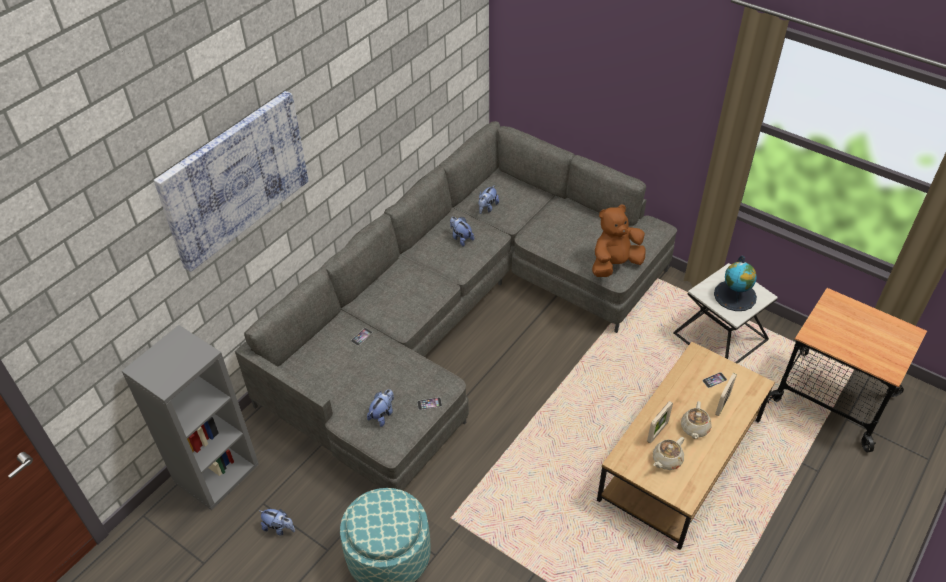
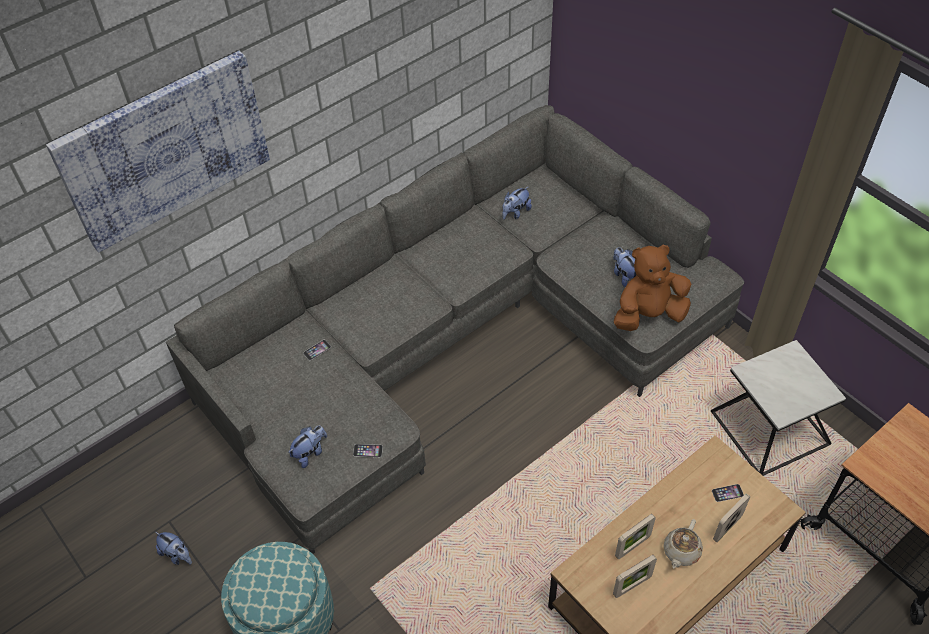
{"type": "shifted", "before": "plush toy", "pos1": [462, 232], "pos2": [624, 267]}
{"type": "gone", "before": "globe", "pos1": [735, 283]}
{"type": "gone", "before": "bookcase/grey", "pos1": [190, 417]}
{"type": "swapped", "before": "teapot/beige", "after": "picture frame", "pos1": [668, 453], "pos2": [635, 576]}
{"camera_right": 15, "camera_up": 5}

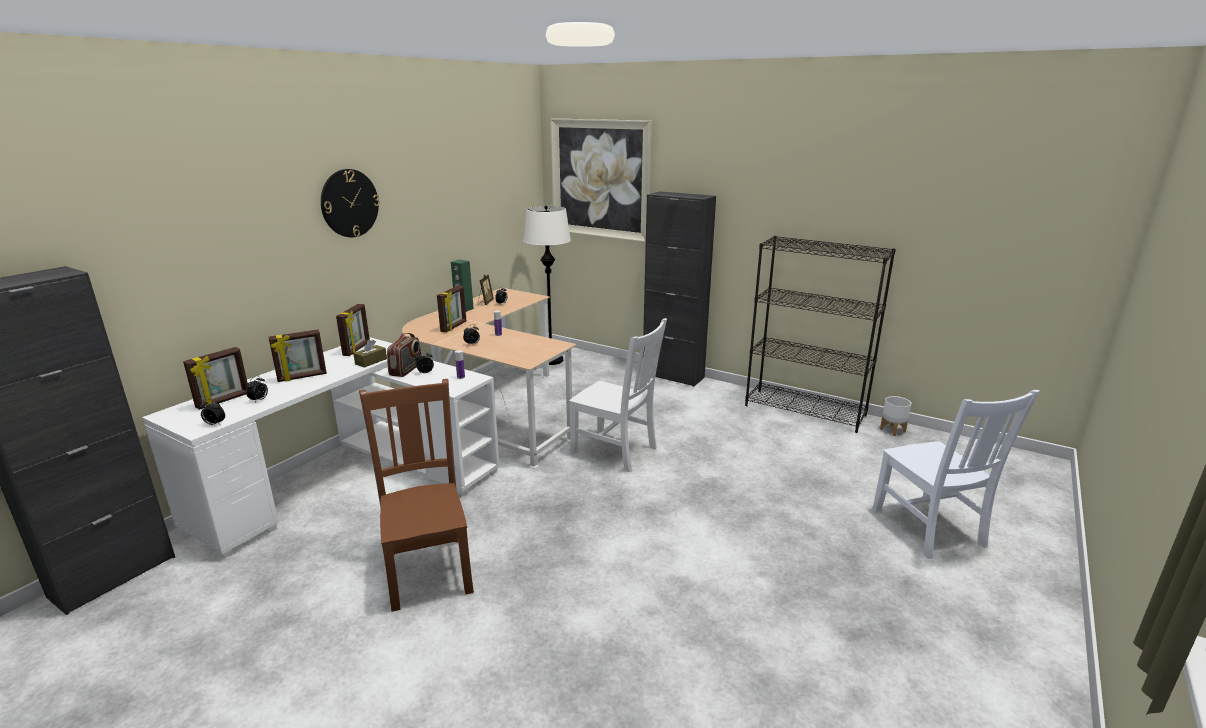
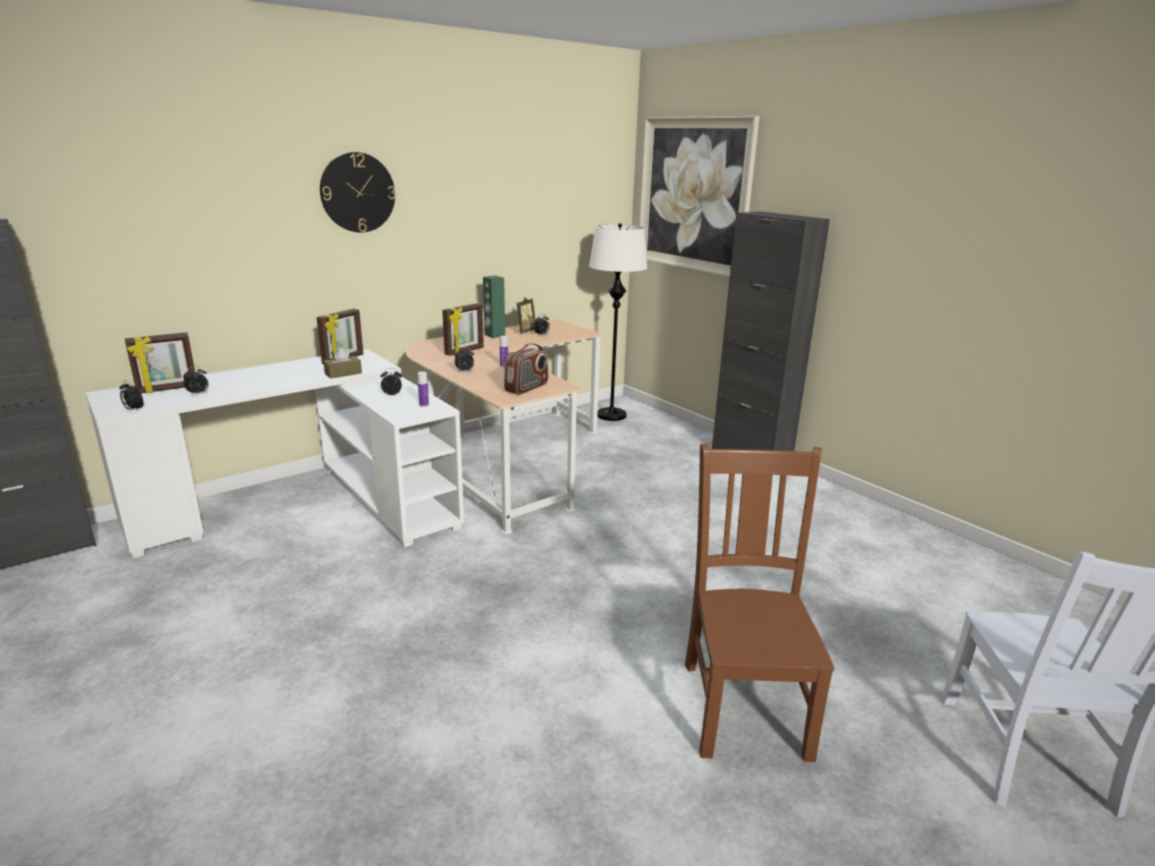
{"type": "gone", "before": "bookcase/black", "pos1": [820, 334]}
{"type": "gone", "before": "chair/white", "pos1": [618, 395]}
{"type": "gone", "before": "picture frame", "pos1": [298, 356]}
{"type": "shifted", "before": "radio", "pos1": [404, 355], "pos2": [526, 369]}
{"type": "shifted", "before": "chair/brown", "pos1": [416, 495], "pos2": [760, 602]}
{"type": "gone", "before": "planter/white", "pos1": [895, 416]}
{"camera_right": 20, "camera_up": 0}

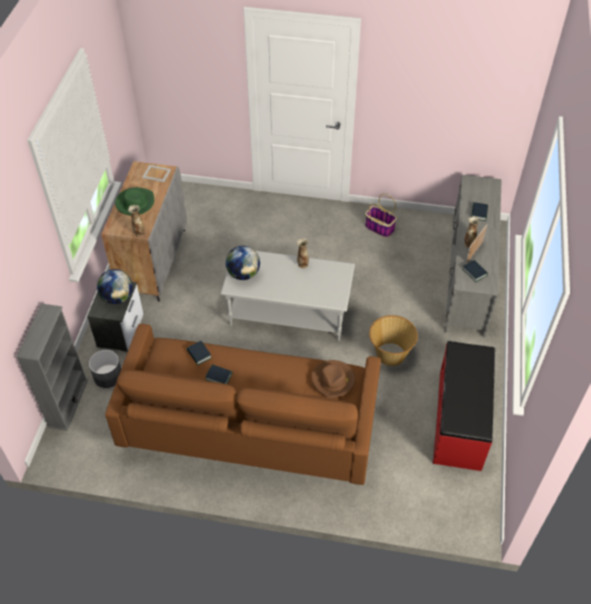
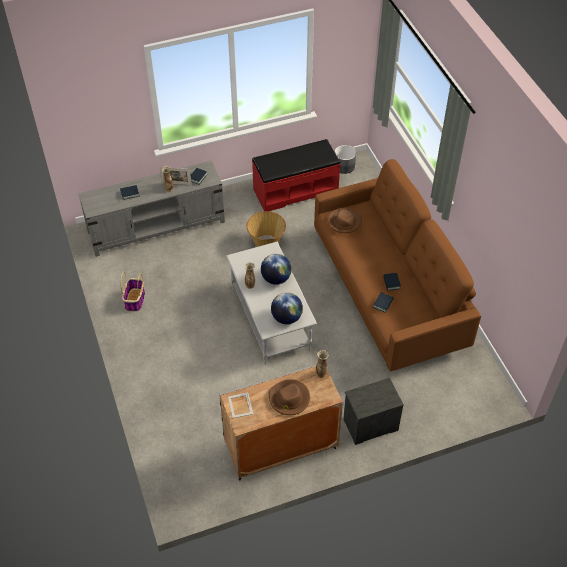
{"type": "repainted", "before": "hat/green", "after": "hat/brown", "pos1": [134, 201], "pos2": [289, 397]}
{"type": "shifted", "before": "globe", "pos1": [115, 286], "pos2": [276, 269]}
{"type": "gone", "before": "bookcase/grey", "pos1": [52, 367]}
{"type": "shifted", "before": "planter/grey", "pos1": [105, 369], "pos2": [345, 159]}
{"camera_right": -120, "camera_up": 0}

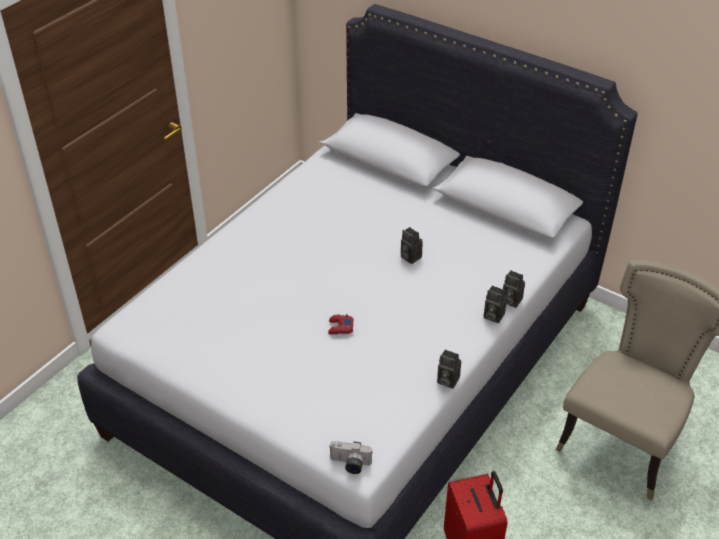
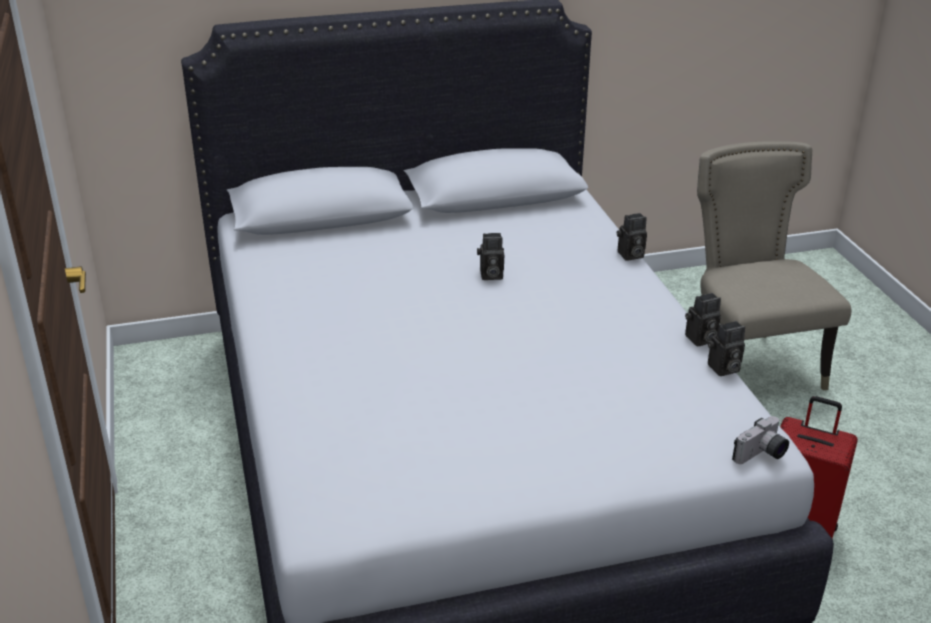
{"type": "shifted", "before": "photo camera", "pos1": [495, 304], "pos2": [726, 348]}
{"type": "gone", "before": "game controller/red", "pos1": [341, 324]}
{"camera_right": -50, "camera_up": -10}

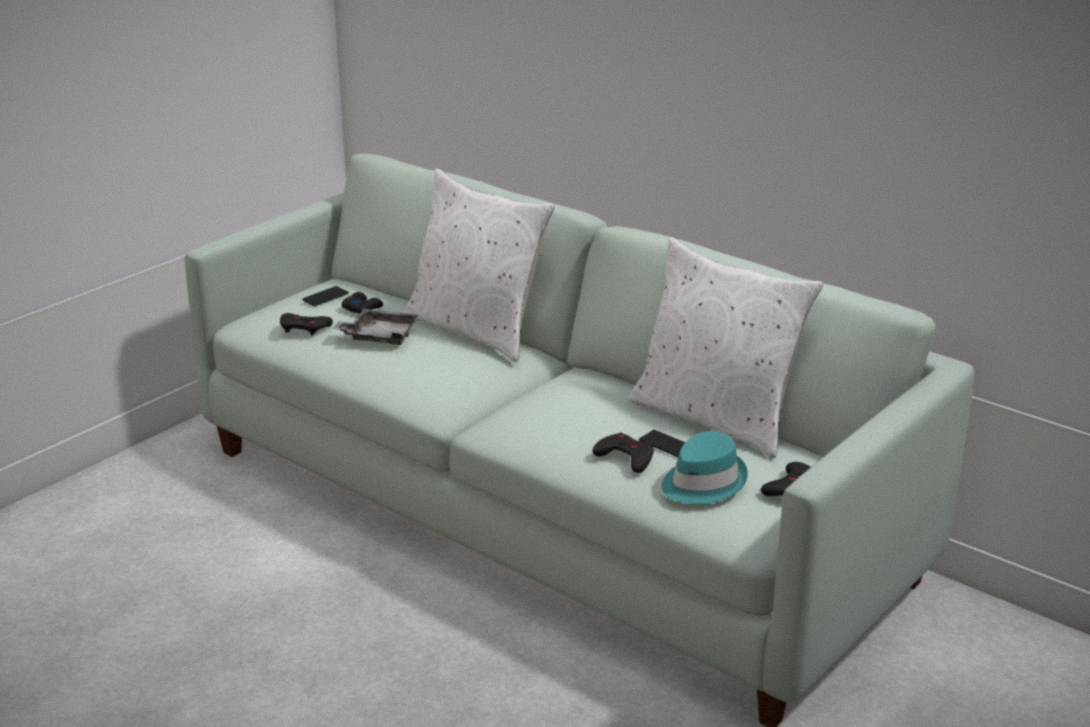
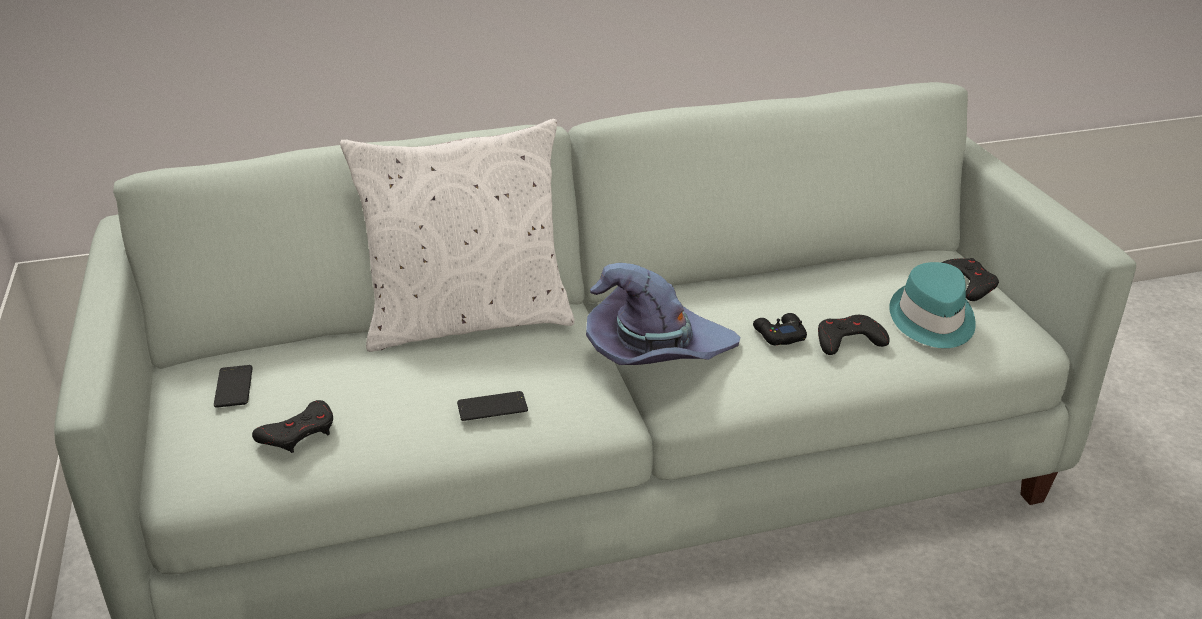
{"type": "gone", "before": "pillow/white", "pos1": [726, 347]}
{"type": "shifted", "before": "game controller/black", "pos1": [362, 303], "pos2": [780, 329]}
{"type": "gone", "before": "tray/grey", "pos1": [375, 327]}
{"type": "shifted", "before": "phone", "pos1": [662, 443], "pos2": [492, 406]}
{"type": "new", "after": "hat/purple", "pos2": [663, 314]}
{"camera_right": -55, "camera_up": 5}

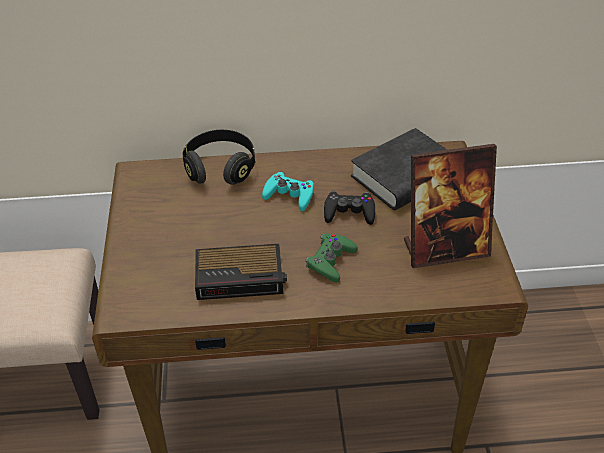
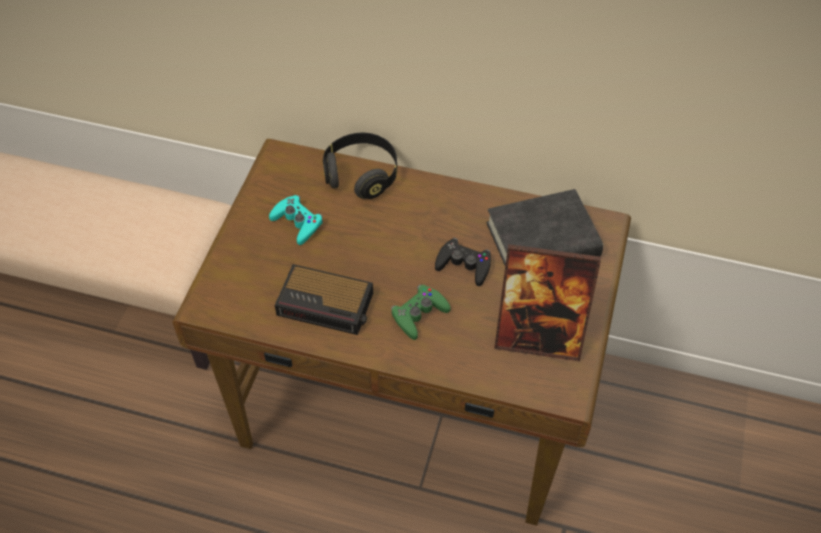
{"type": "shifted", "before": "game controller/turquoise", "pos1": [288, 191], "pos2": [296, 220]}
{"camera_right": 20, "camera_up": 10}

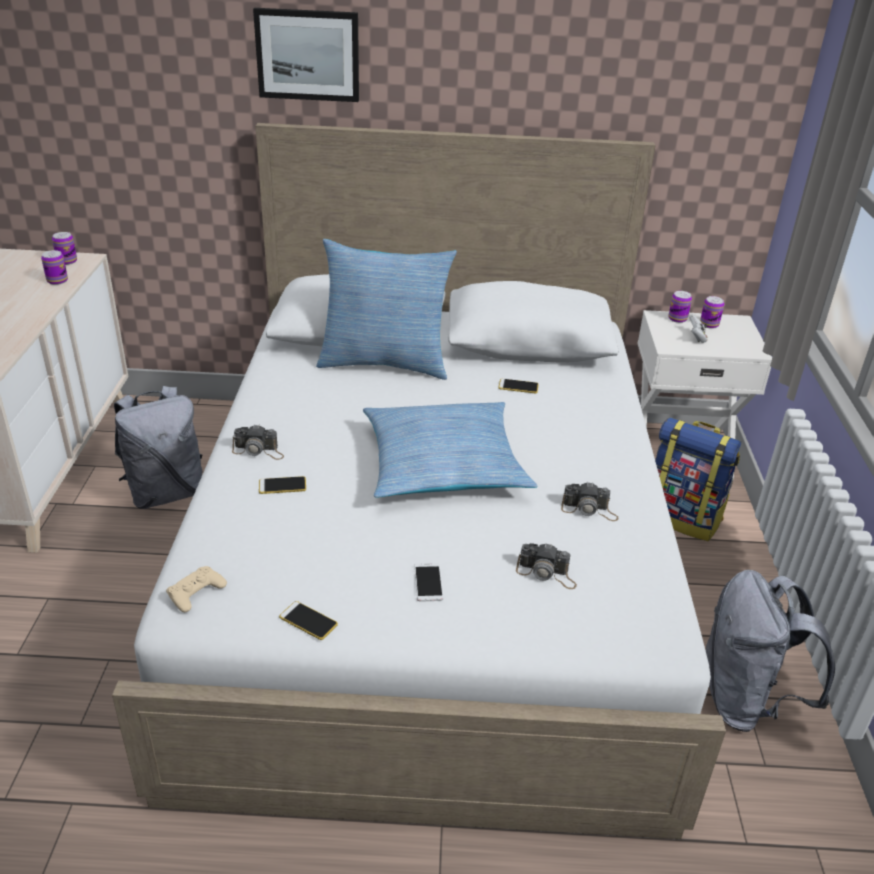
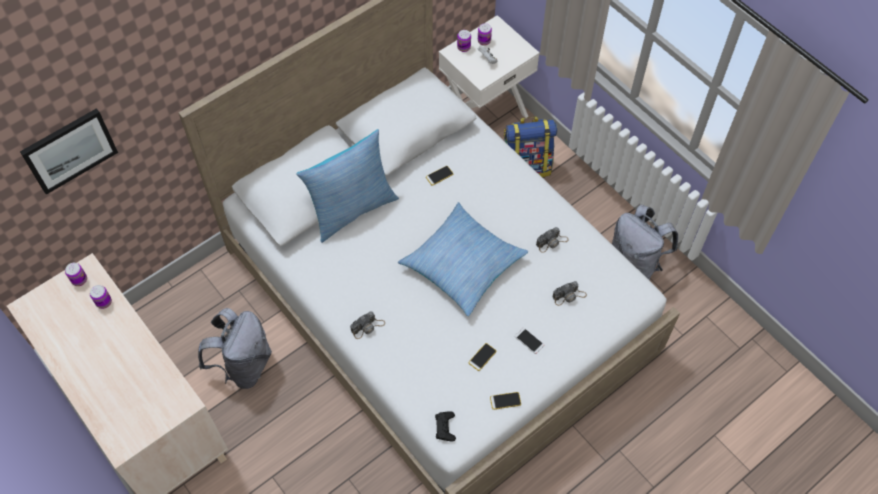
{"type": "shifted", "before": "picture", "pos1": [306, 55], "pos2": [69, 151]}
{"type": "shifted", "before": "phone", "pos1": [282, 485], "pos2": [482, 357]}
{"type": "repainted", "before": "game controller/beige", "after": "game controller/black", "pos1": [196, 589], "pos2": [445, 426]}
{"camera_right": -40, "camera_up": 25}

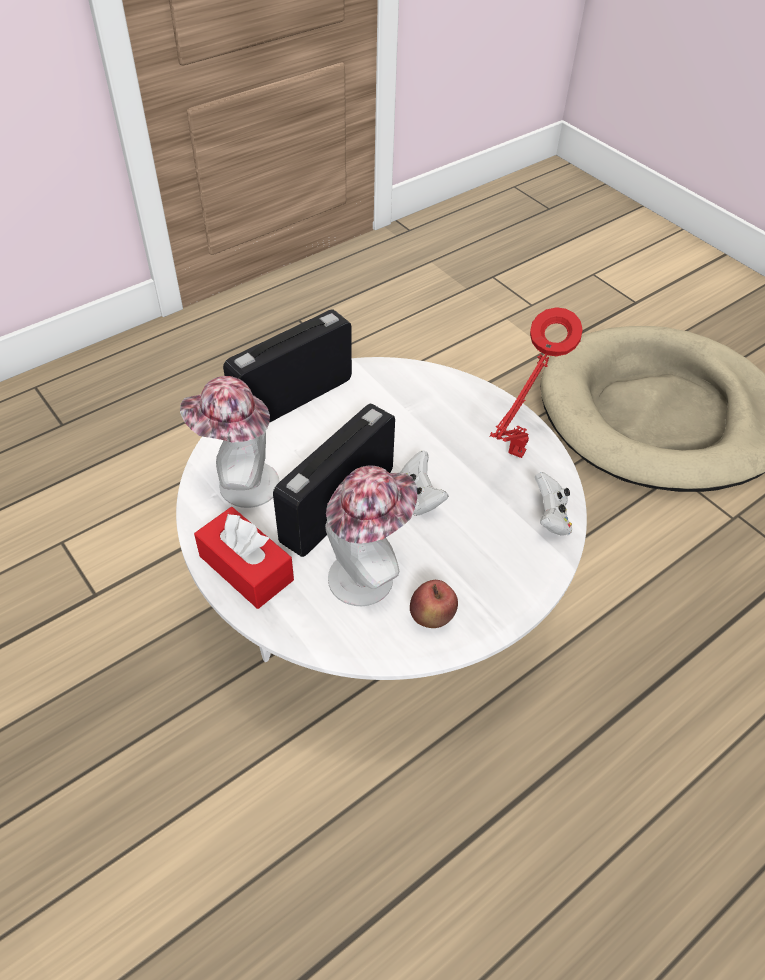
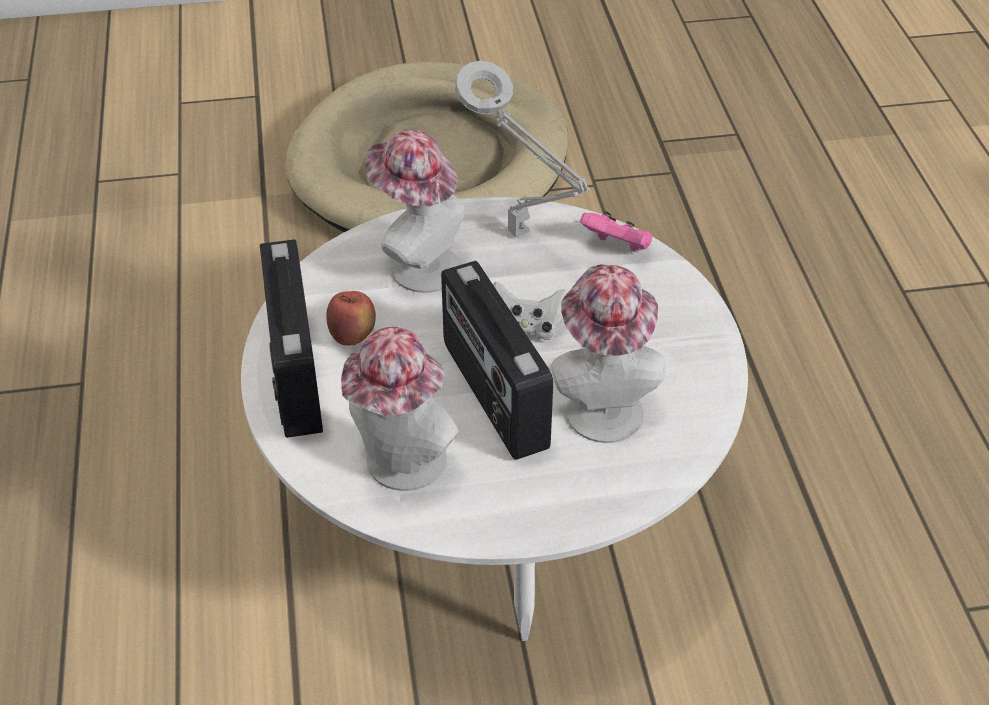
{"type": "repainted", "before": "table lamp/red", "after": "table lamp/grey", "pos1": [536, 382], "pos2": [522, 149]}
{"type": "repainted", "before": "game controller/white", "after": "game controller/pink", "pos1": [553, 504], "pos2": [616, 231]}
{"type": "gone", "before": "tissue box/red", "pos1": [244, 558]}
{"type": "shifted", "before": "apple", "pos1": [434, 604], "pos2": [351, 318]}
{"type": "new", "after": "hat", "pos2": [415, 211]}
{"camera_right": -60, "camera_up": -5}

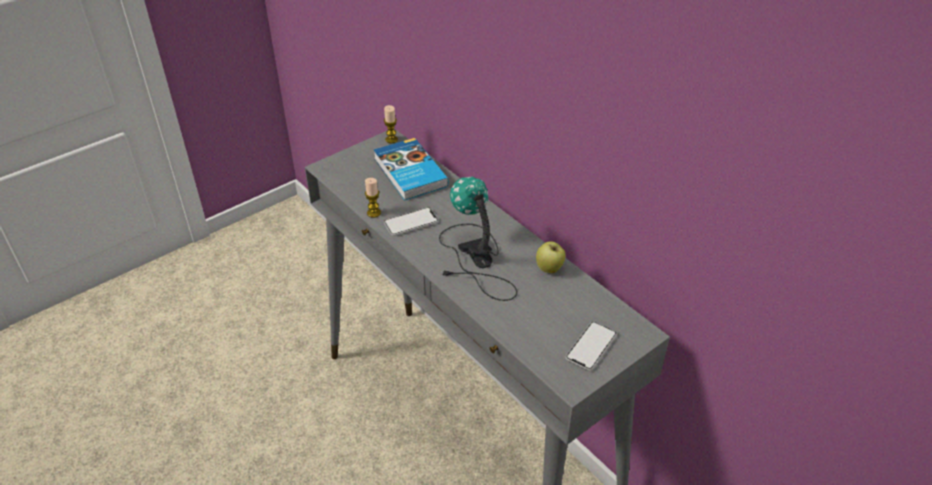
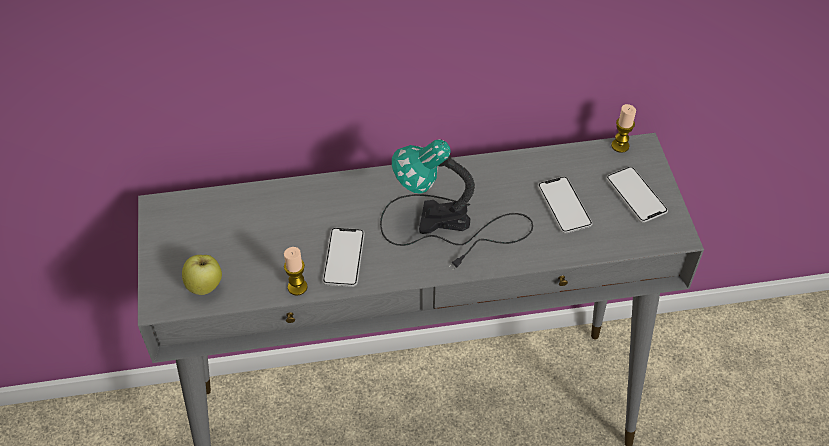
{"type": "shifted", "before": "candle", "pos1": [391, 124], "pos2": [623, 128]}
{"type": "gone", "before": "book", "pos1": [411, 169]}
{"type": "shifted", "before": "apple", "pos1": [551, 257], "pos2": [202, 275]}
{"type": "new", "after": "phone", "pos2": [565, 205]}
{"camera_right": -60, "camera_up": 10}

